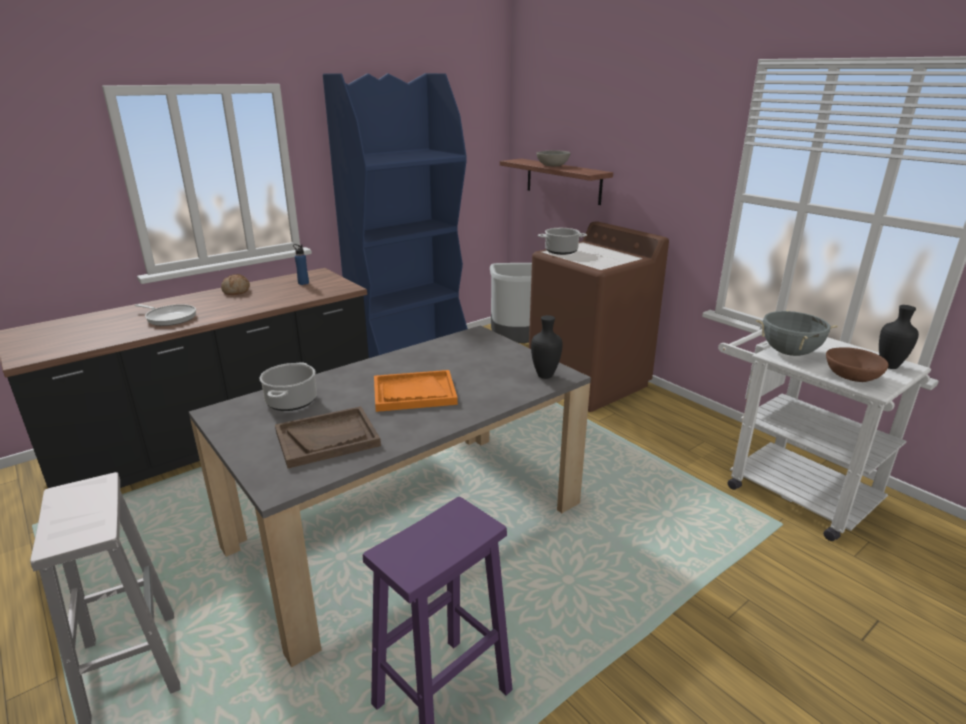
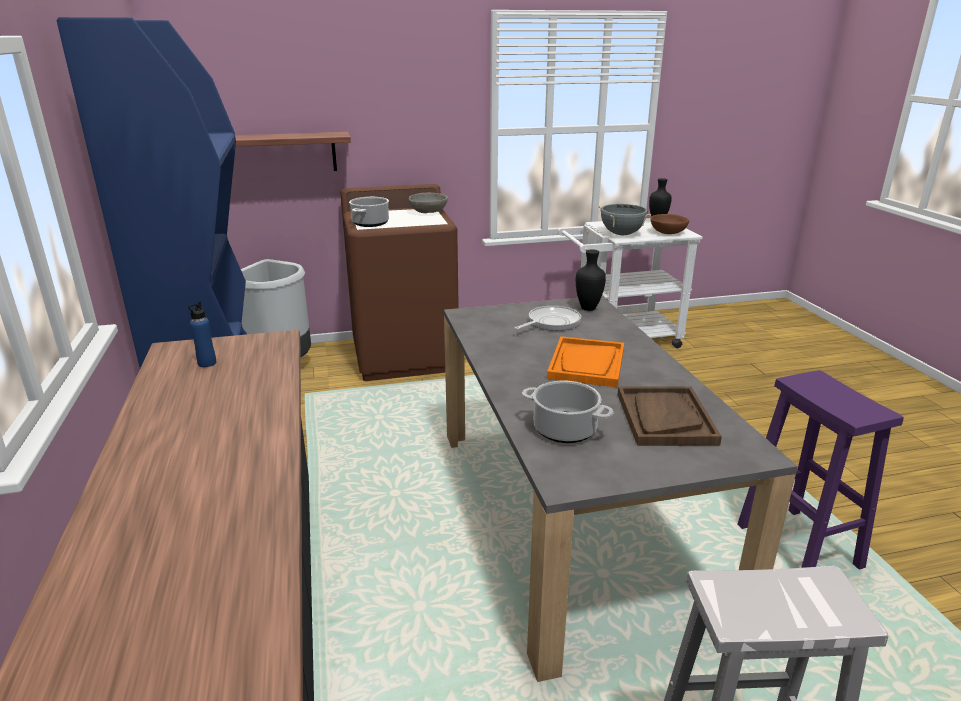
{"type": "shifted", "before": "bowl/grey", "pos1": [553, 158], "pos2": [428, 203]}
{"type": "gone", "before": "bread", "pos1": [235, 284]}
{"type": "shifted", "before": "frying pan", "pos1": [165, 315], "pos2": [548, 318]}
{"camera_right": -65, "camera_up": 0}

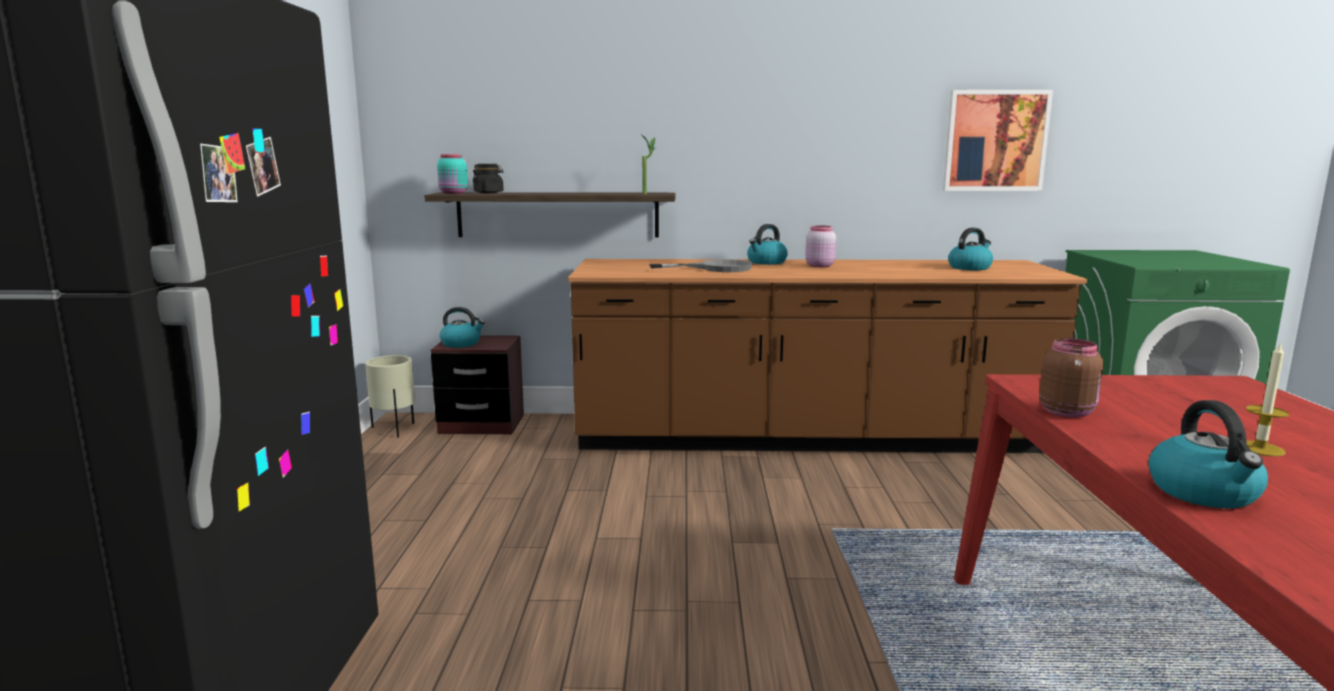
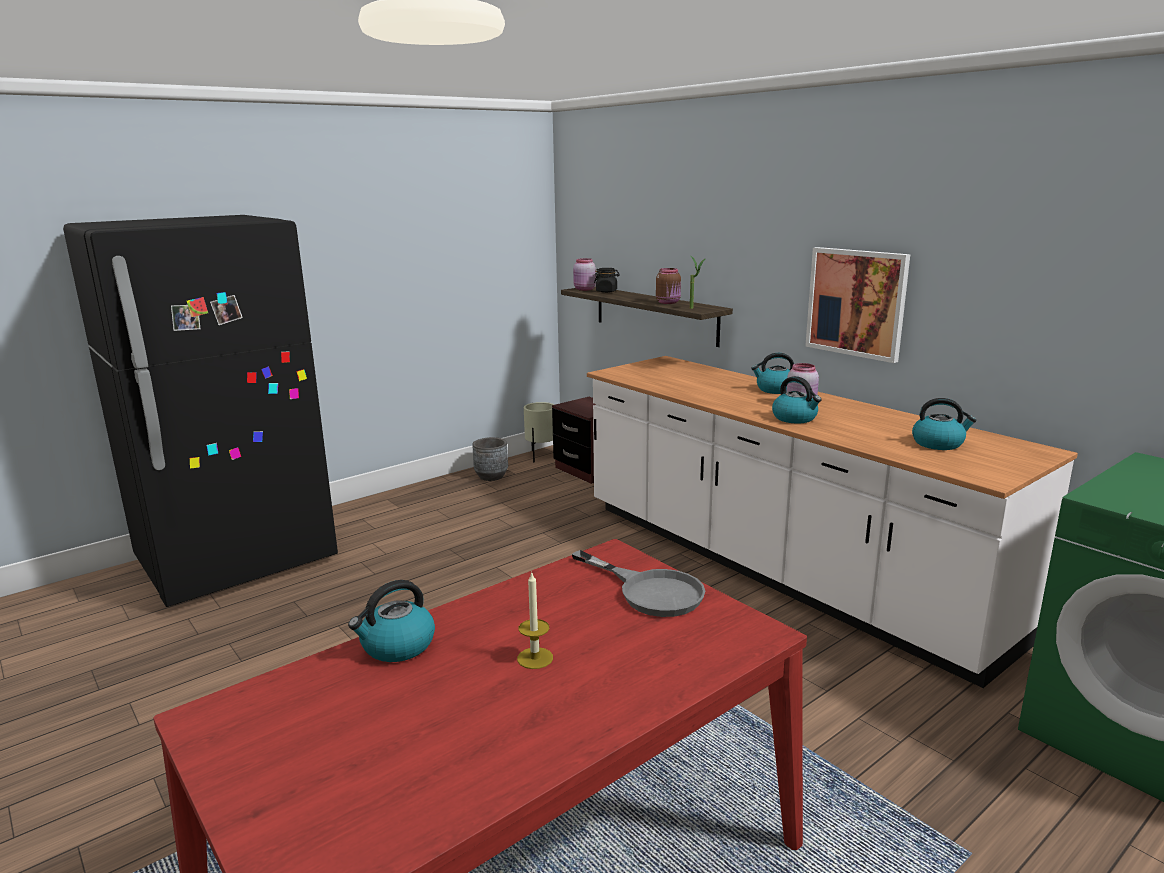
{"type": "shifted", "before": "picture", "pos1": [998, 140], "pos2": [857, 305]}
{"type": "repainted", "before": "jar/turquoise", "after": "jar/pink", "pos1": [452, 174], "pos2": [584, 274]}
{"type": "repainted", "before": "counter/brown", "after": "counter/white", "pos1": [827, 356], "pos2": [832, 522]}
{"type": "shifted", "before": "frying pan/grey", "pos1": [701, 265], "pos2": [638, 583]}
{"type": "shifted", "before": "kettle", "pos1": [462, 327], "pos2": [797, 399]}
{"type": "shifted", "before": "jar/brown", "pos1": [1071, 378], "pos2": [668, 286]}
{"type": "new", "after": "planter/grey", "pos2": [490, 459]}
{"camera_right": 50, "camera_up": 5}

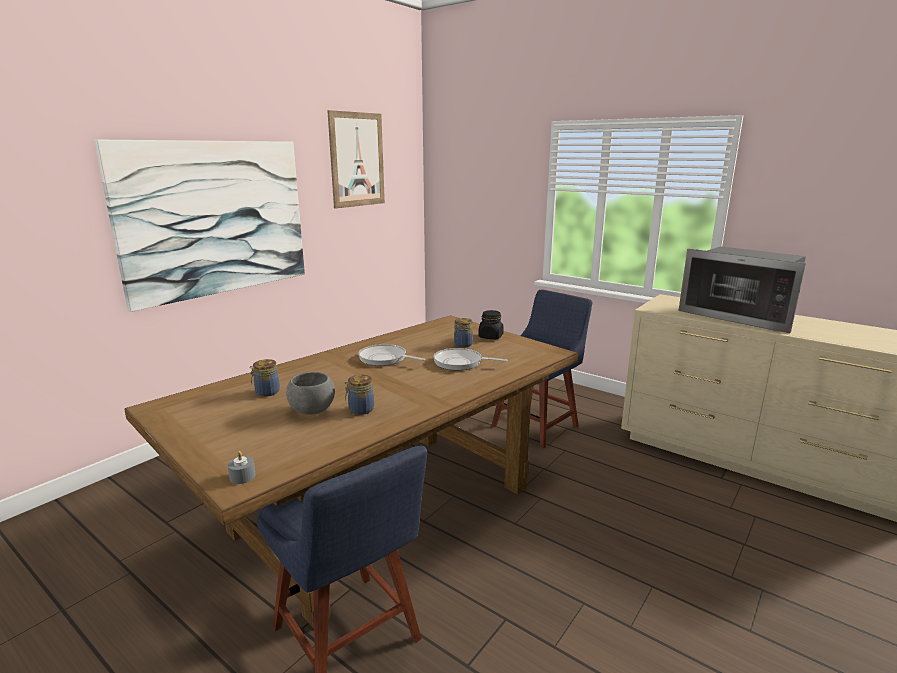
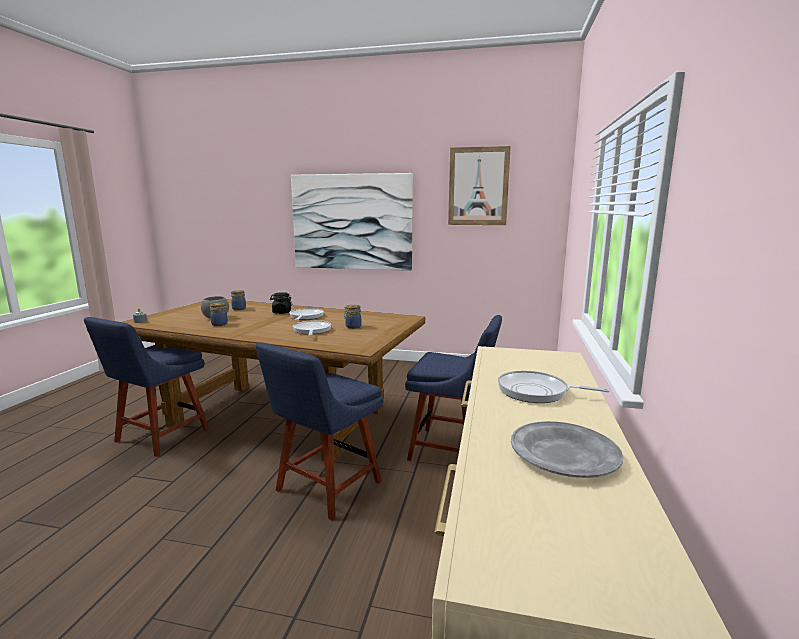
{"type": "swapped", "before": "microwave", "after": "frying pan", "pos1": [742, 289], "pos2": [554, 386]}
{"type": "shifted", "before": "jar/black", "pos1": [491, 324], "pos2": [281, 303]}
{"type": "new", "after": "chair/blue", "pos2": [320, 431]}
{"type": "new", "after": "plate/grey", "pos2": [567, 449]}
{"camera_right": 65, "camera_up": -5}

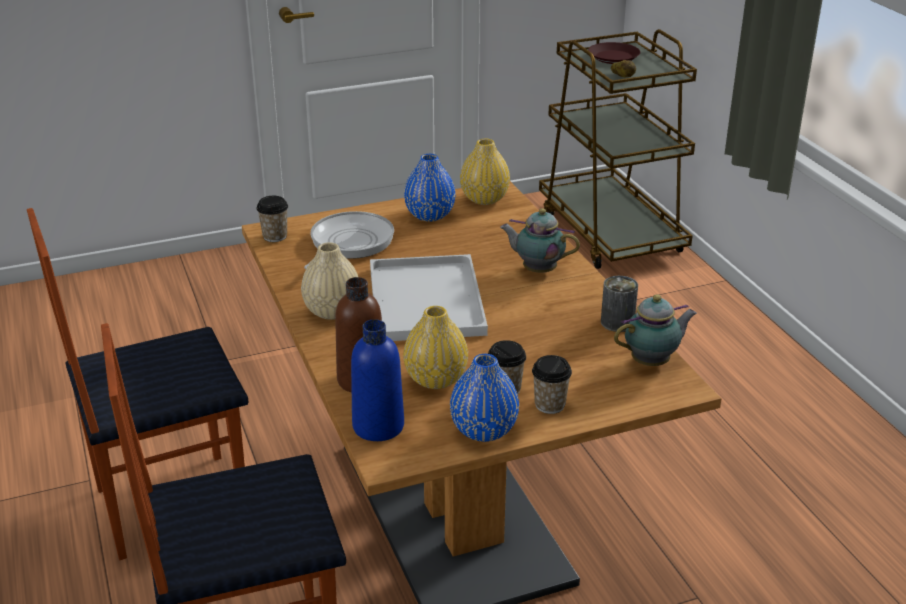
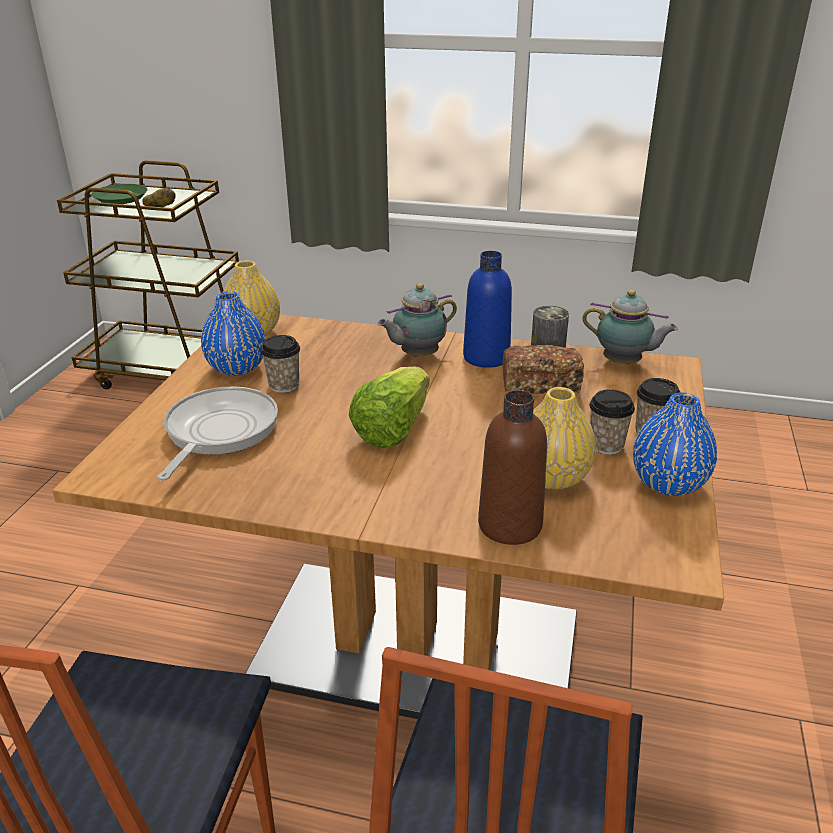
{"type": "repainted", "before": "plate/brown", "after": "plate/green", "pos1": [614, 53], "pos2": [119, 194]}
{"type": "shifted", "before": "cup", "pos1": [272, 219], "pos2": [280, 364]}
{"type": "rotated", "before": "frying pan", "pos1": [349, 240], "pos2": [217, 434], "turn": 45}
{"type": "gone", "before": "vase/beige", "pos1": [329, 281]}
{"type": "swapped", "before": "tray/white", "after": "lettuce", "pos1": [429, 297], "pos2": [389, 407]}
{"type": "rotated", "before": "teapot", "pos1": [655, 330], "pos2": [630, 327], "turn": 105}
{"type": "shifted", "before": "bottle/blue", "pos1": [377, 380], "pos2": [487, 309]}
{"type": "new", "after": "bread", "pos2": [543, 369]}
{"camera_right": -55, "camera_up": 0}

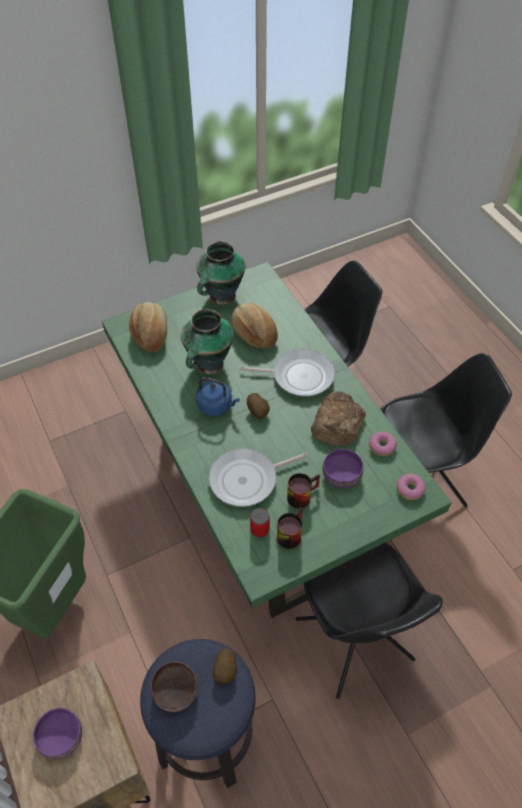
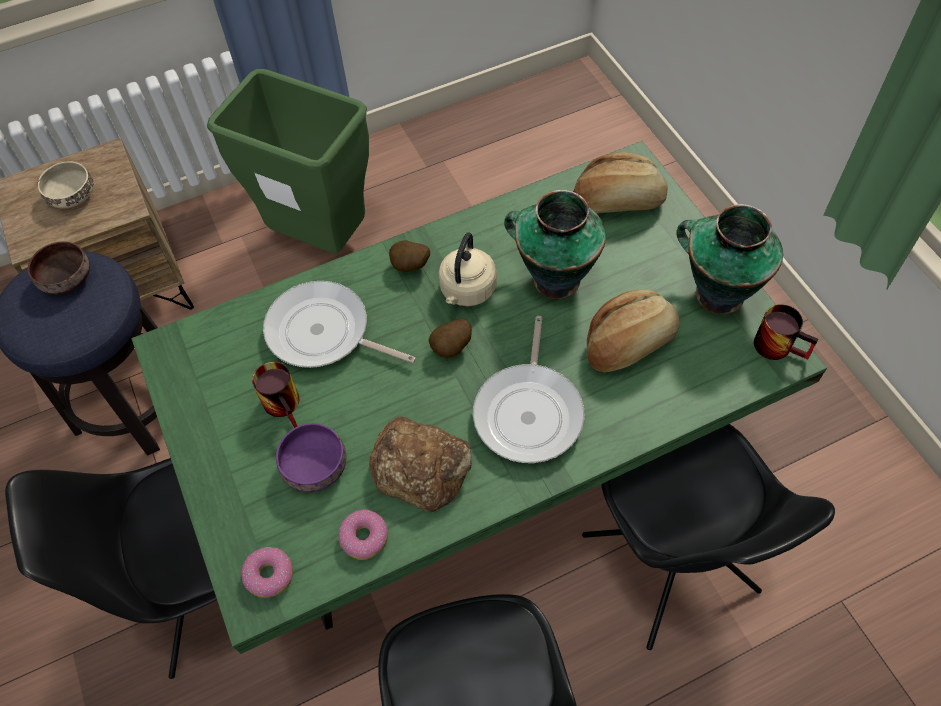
{"type": "repainted", "before": "kettle/blue", "after": "kettle/beige", "pos1": [218, 396], "pos2": [468, 269]}
{"type": "rotated", "before": "frying pan", "pos1": [258, 477], "pos2": [339, 324], "turn": -45}
{"type": "shifted", "before": "mug", "pos1": [290, 528], "pos2": [786, 332]}
{"type": "gone", "before": "can", "pos1": [260, 522]}
{"type": "shifted", "before": "potato", "pos1": [225, 666], "pos2": [409, 256]}
{"type": "repainted", "before": "bowl/purple", "after": "bowl/beige", "pos1": [57, 734], "pos2": [66, 185]}
{"camera_right": 95, "camera_up": 5}

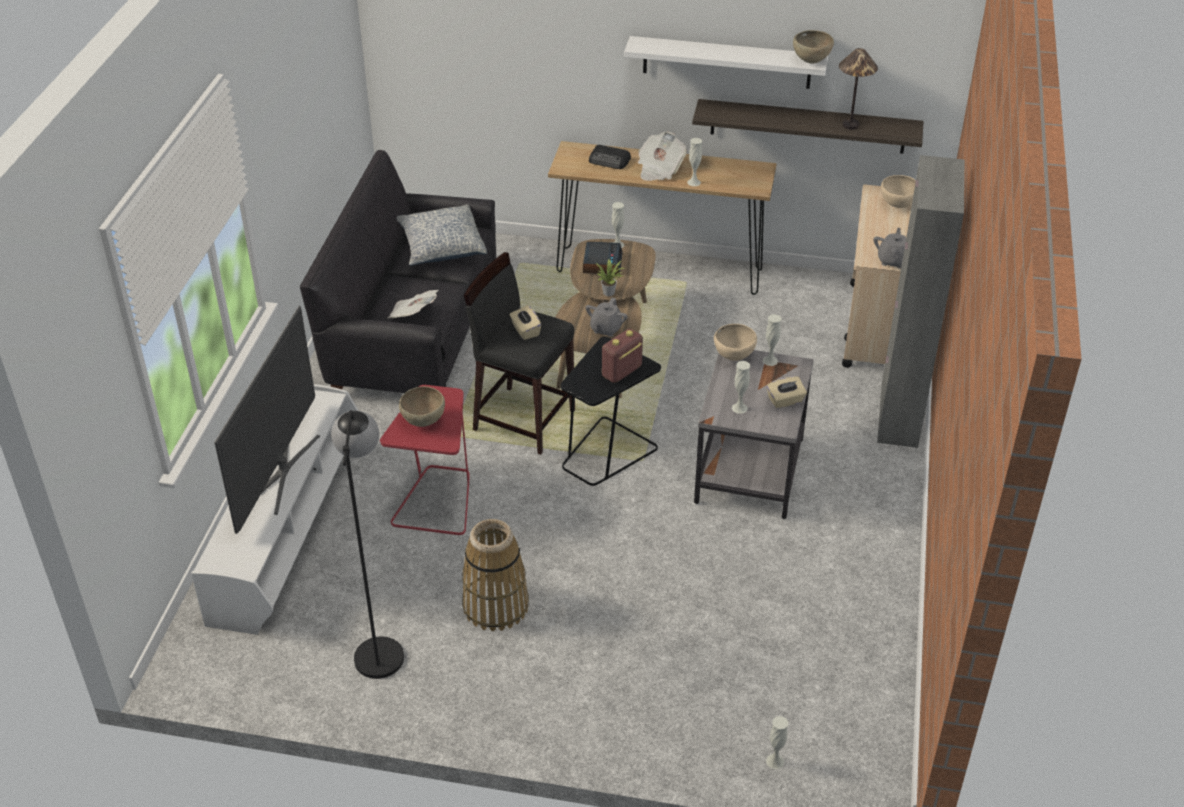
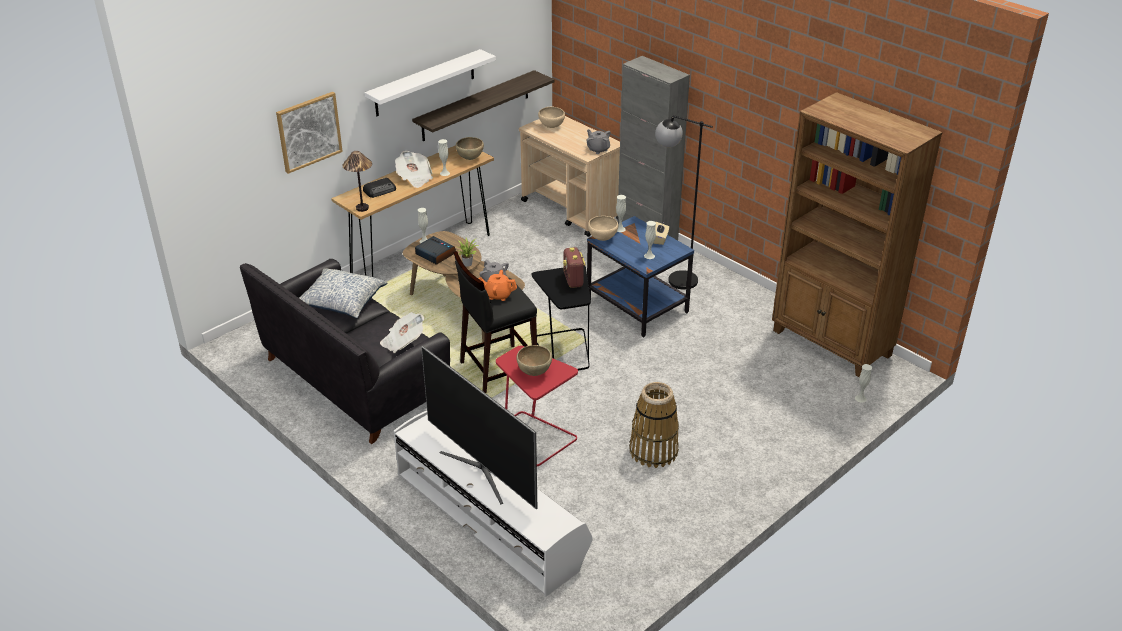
{"type": "shifted", "before": "bowl/brown", "pos1": [813, 47], "pos2": [470, 148]}
{"type": "shifted", "before": "table lamp", "pos1": [858, 89], "pos2": [357, 181]}
{"type": "swapped", "before": "tissue box/beige", "after": "teapot/orange", "pos1": [525, 322], "pos2": [498, 285]}
{"type": "repainted", "before": "side table/grey", "after": "side table/blue", "pos1": [754, 434], "pos2": [640, 276]}
{"type": "shifted", "before": "floor lamp/black", "pos1": [367, 544], "pos2": [684, 202]}
{"type": "new", "after": "picture", "pos2": [309, 133]}
{"type": "new", "after": "bookcase/brown", "pos2": [857, 234]}
{"camera_right": -55, "camera_up": -5}

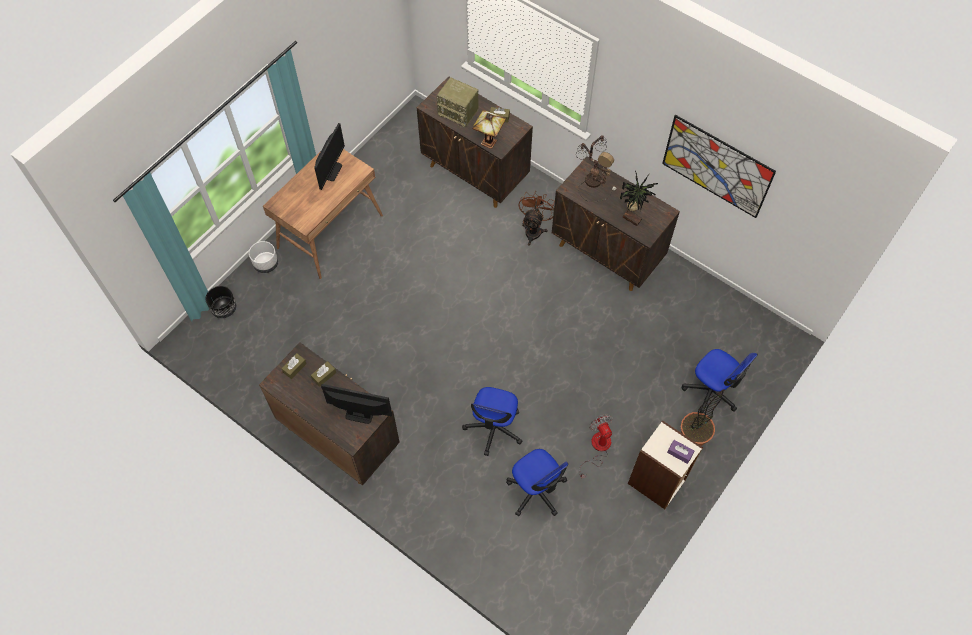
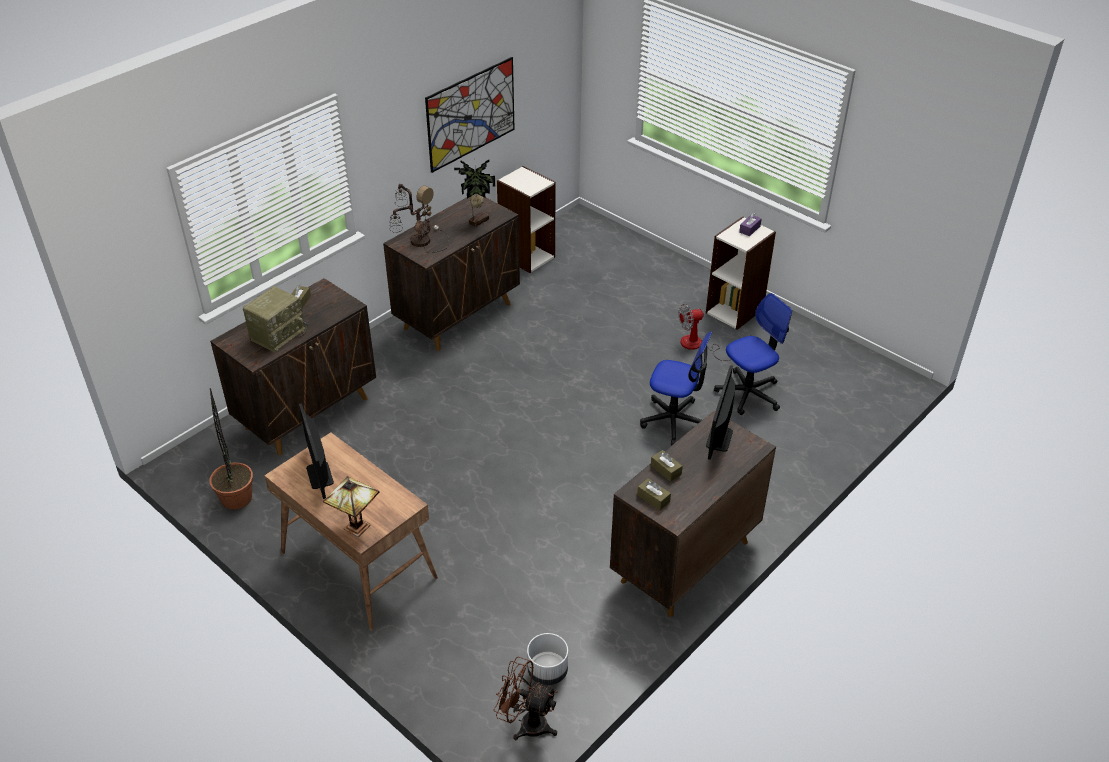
{"type": "shifted", "before": "table lamp", "pos1": [489, 129], "pos2": [351, 506]}
{"type": "rotated", "before": "monitor", "pos1": [329, 156], "pos2": [316, 451], "turn": -135}
{"type": "shifted", "before": "fan/brown", "pos1": [536, 219], "pos2": [526, 699]}
{"type": "shifted", "before": "planter/white", "pos1": [263, 257], "pos2": [547, 659]}
{"type": "gone", "before": "planter/black", "pos1": [221, 302]}
{"type": "gone", "before": "office chair", "pos1": [720, 381]}
{"type": "shifted", "before": "potted plant", "pos1": [703, 417], "pos2": [231, 449]}
{"type": "new", "after": "bookcase", "pos2": [526, 219]}
{"camera_right": -85, "camera_up": -20}

